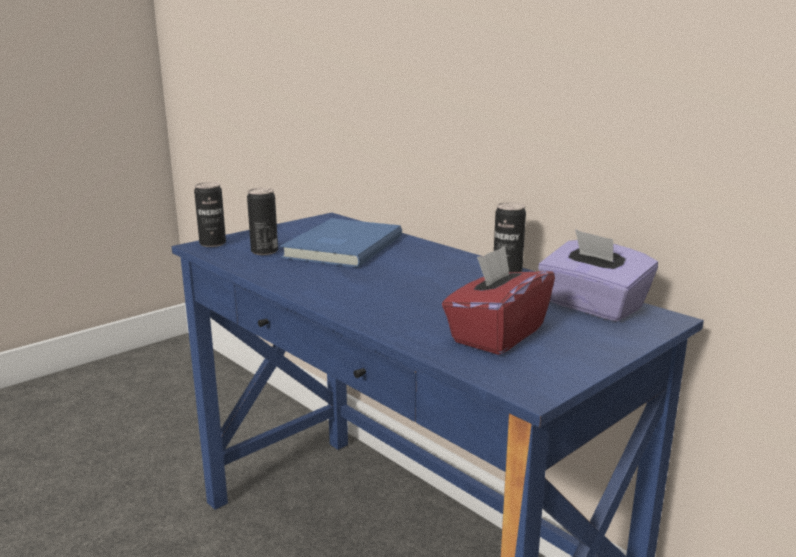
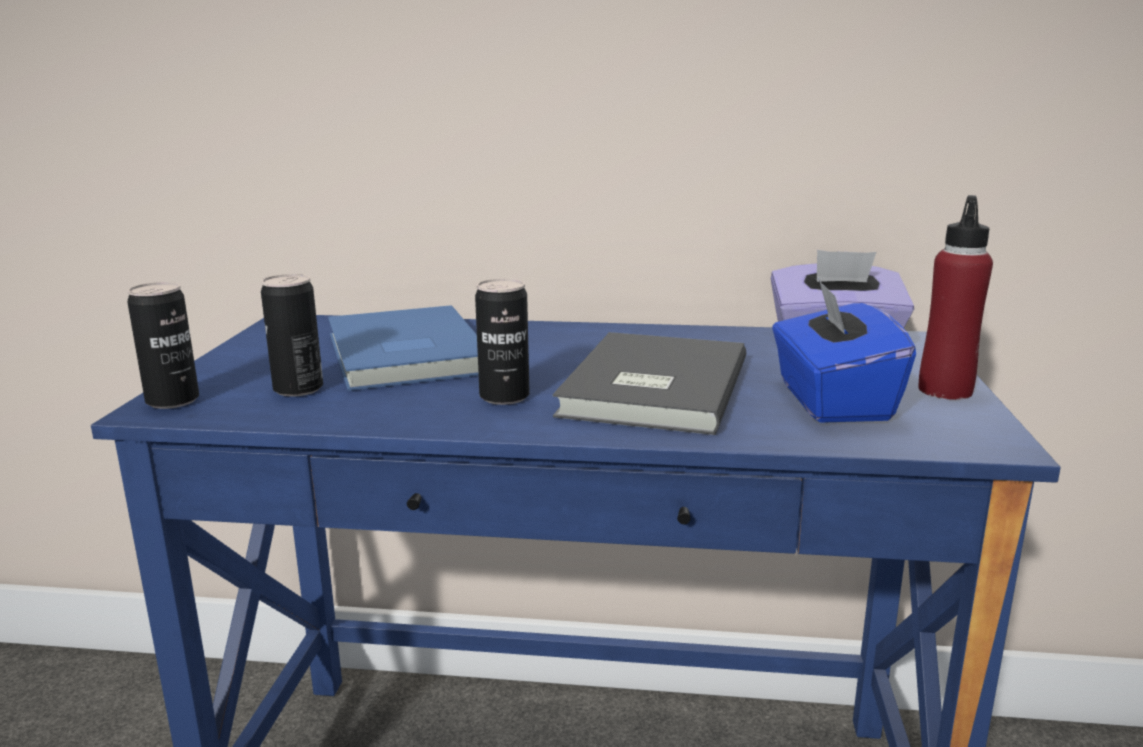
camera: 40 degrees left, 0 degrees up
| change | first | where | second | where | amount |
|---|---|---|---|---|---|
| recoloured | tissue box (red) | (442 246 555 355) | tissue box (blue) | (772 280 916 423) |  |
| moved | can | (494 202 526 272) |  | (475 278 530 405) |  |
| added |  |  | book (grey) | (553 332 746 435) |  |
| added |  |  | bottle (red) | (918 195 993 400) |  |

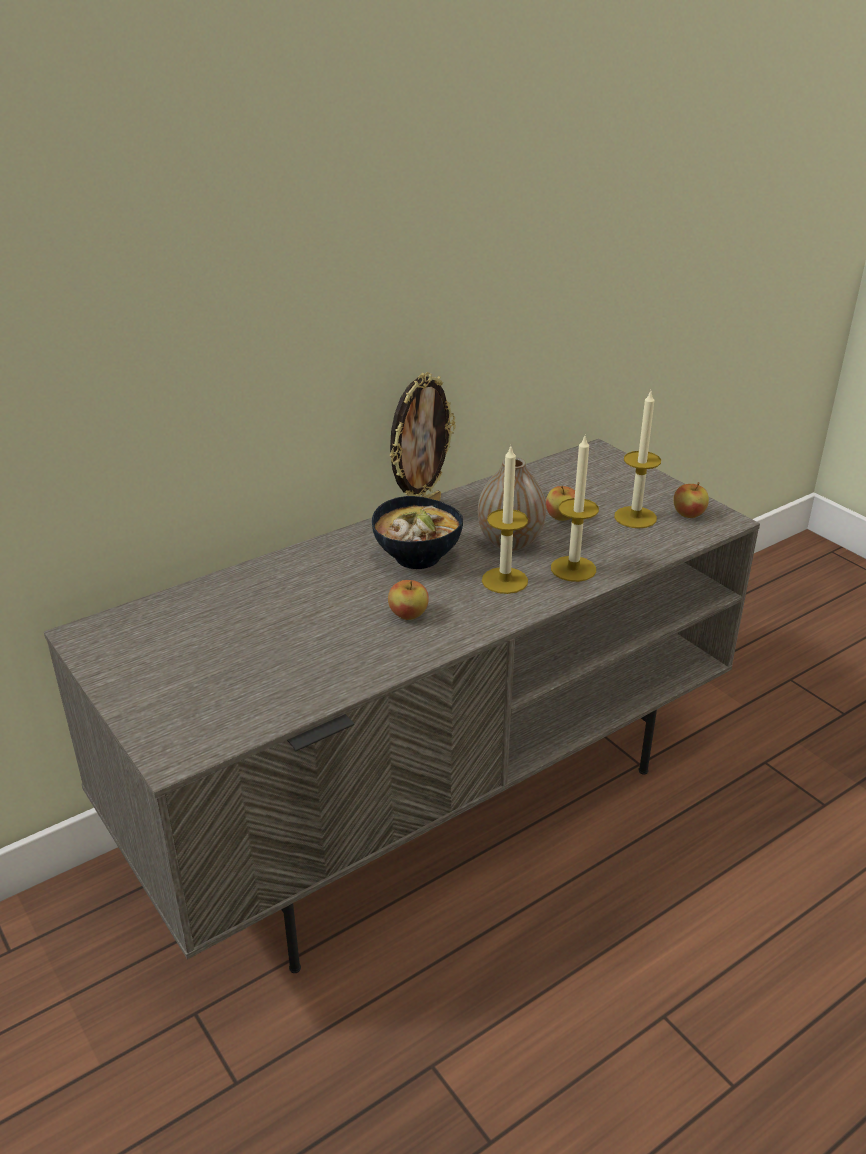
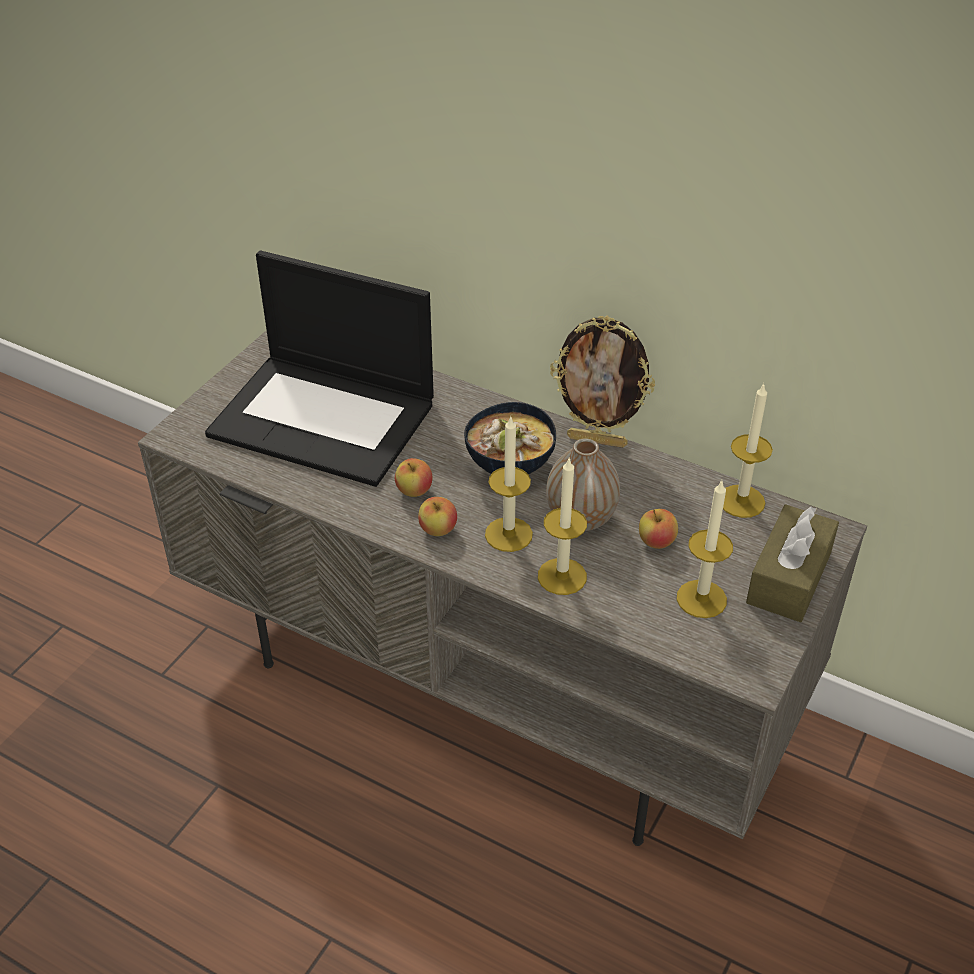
camera: 65 degrees right, 10 degrees up
| change | first | where | second | where | amount |
|---|---|---|---|---|---|
| moved | apple | (674 482 709 518) |  | (418 497 457 536) |  |
| added |  |  | laptop | (205 251 434 487) |  |
| added |  |  | candle | (723 383 773 518) |  |
| added |  |  | tissue box (brown) | (746 504 839 622) |  |

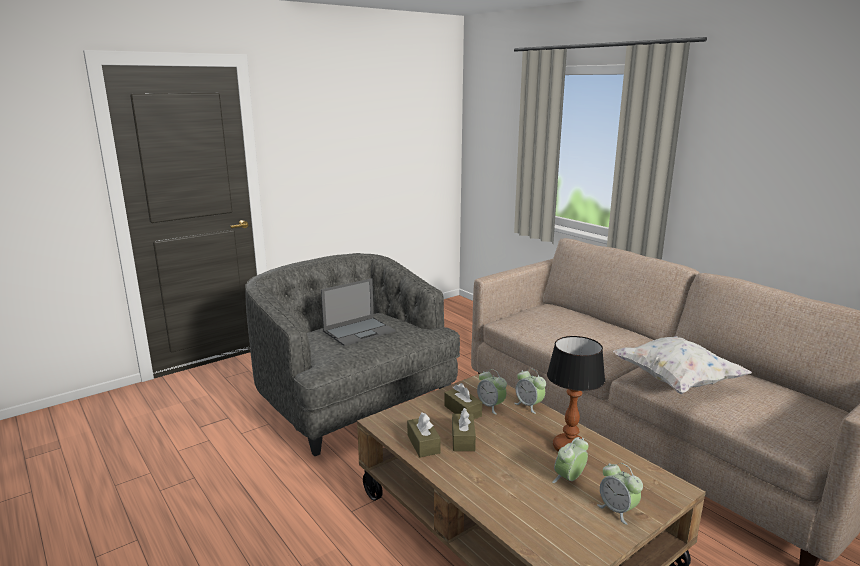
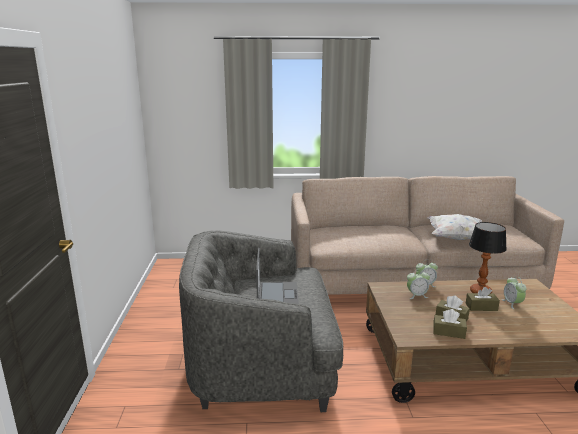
camera: 55 degrees left, 0 degrees up
| change | first | where | second | where | amount |
|---|---|---|---|---|---|
| moved | tissue box (brown) | (444 383 482 419) |  | (466 287 500 311) |  |
| removed | alarm clock | (597 463 643 525) |  |  |  |

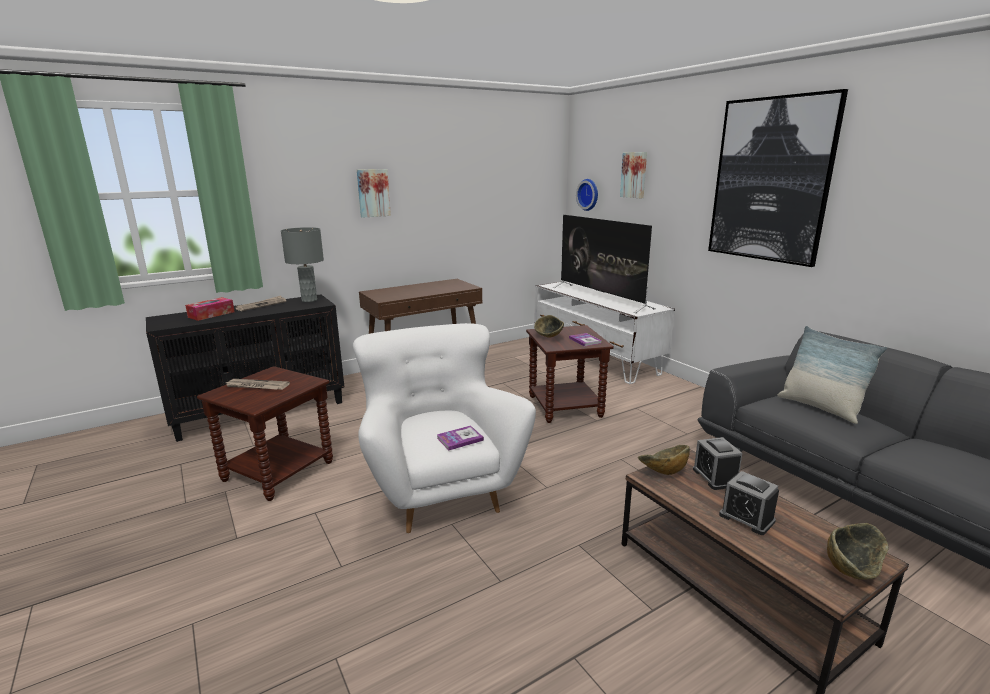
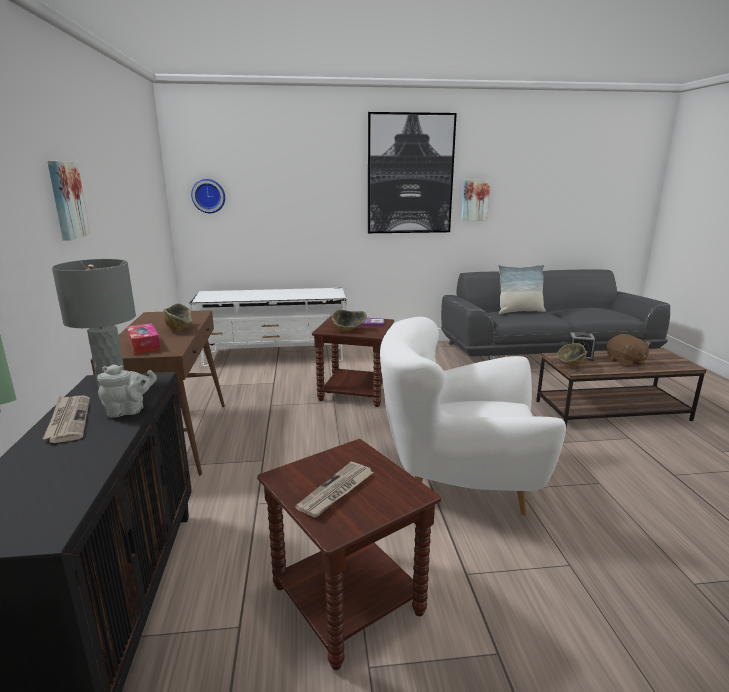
camera: 65 degrees left, 0 degrees up
| change | first | where | second | where | amount |
|---|---|---|---|---|---|
| moved | tissue box | (185 297 235 321) |  | (127 323 161 355) |  |
| removed | book | (437 425 484 450) |  |  |  |
| removed | television | (553 215 655 313) |  |  |  |
| moved | picture | (620 152 647 198) |  | (461 180 490 221) |  |
| replaced | alarm clock | (719 471 779 535) | plush toy (brown) | (607 334 651 367) |  |
| moved | bowl | (827 523 889 580) |  | (163 304 193 331) |  |
| added |  |  | teapot (grey) | (97 365 157 417) |  |

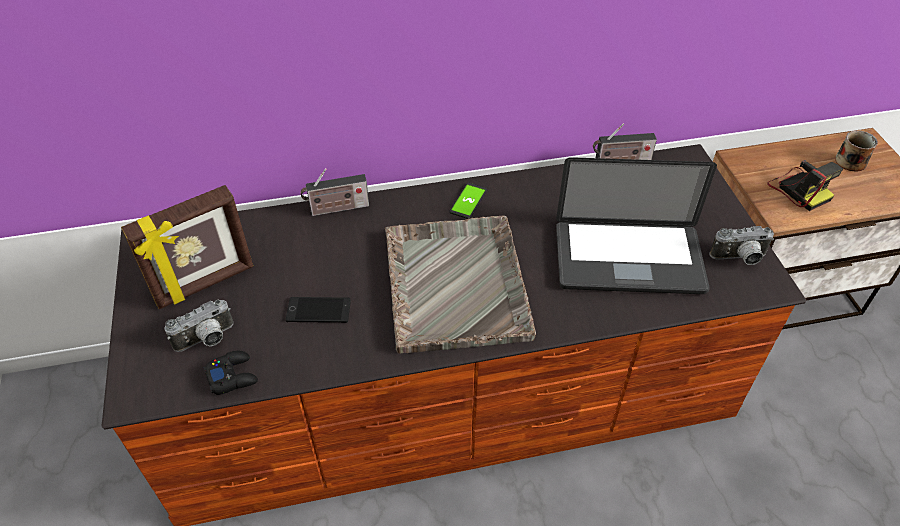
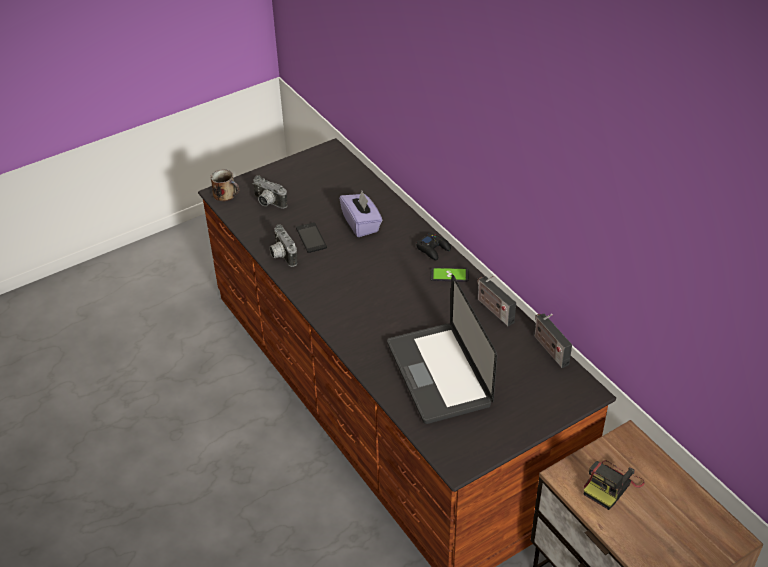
camera: 70 degrees right, 5 degrees down
| change | first | where | second | where | amount |
|---|---|---|---|---|---|
| removed | picture frame | (121 185 253 309) |  |  |  |
| moved | game controller (black) | (204 351 258 395) |  | (416 234 451 260) |  |
| moved | radio | (301 168 369 216) |  | (477 275 516 326) |  |
| removed | tray (grey) | (385 215 536 354) |  |  |  |
| moved | photo camera | (709 226 774 265) |  | (269 224 297 267) |  |
| moved | mug | (835 130 878 172) |  | (210 169 239 201) |  |
| added |  |  | tissue box (purple) | (339 191 382 237) |  |

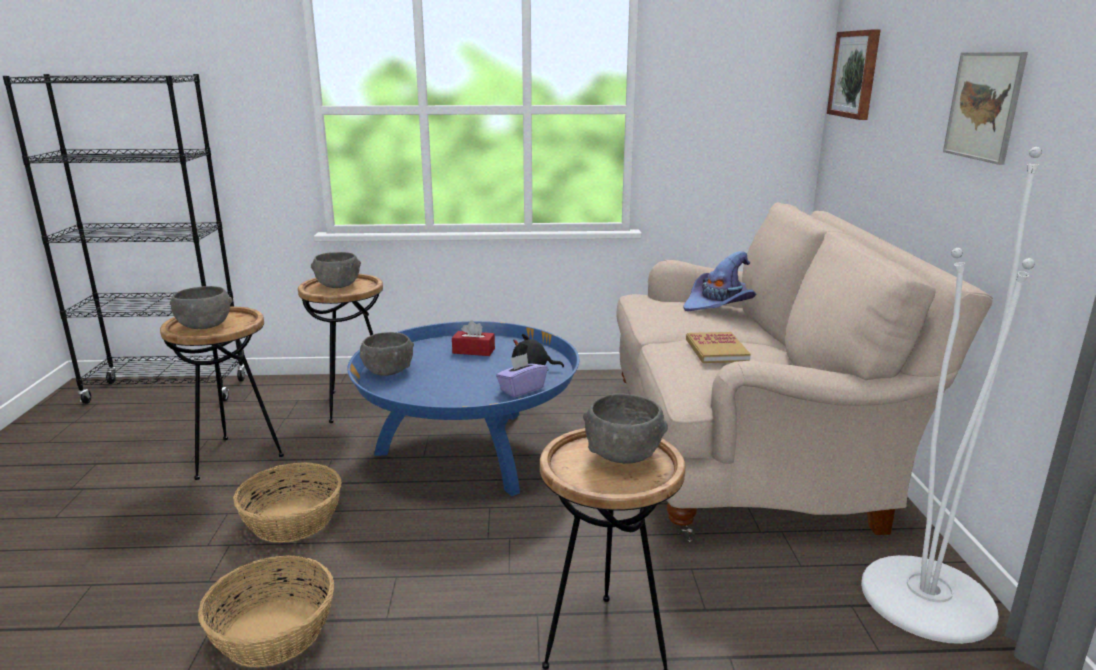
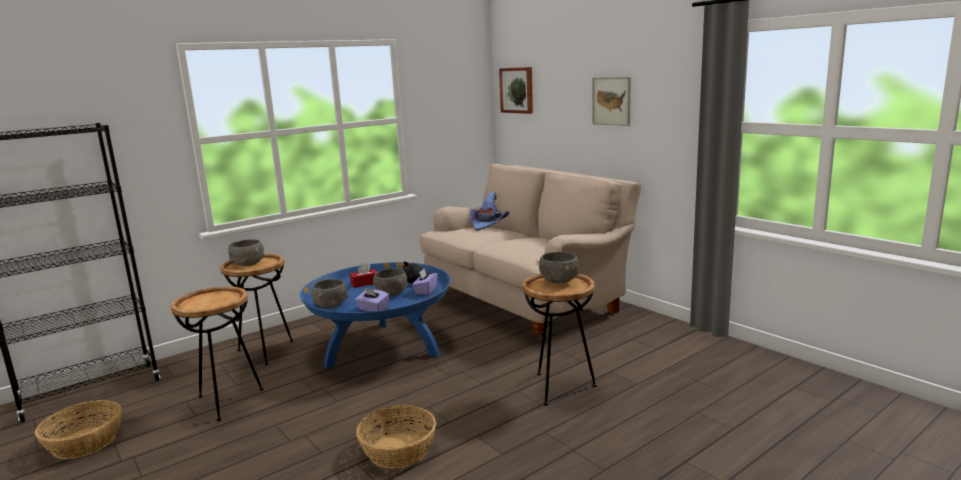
camera: 35 degrees left, 5 degrees down
| change | first | where | second | where | amount |
|---|---|---|---|---|---|
| moved | bowl (grey) | (170 286 232 329) |  | (373 269 408 296) |  |
| moved | basket | (233 462 342 543) |  | (35 400 122 459) |  |
| removed | book | (686 332 751 363) |  |  |  |
| removed | floor lamp (white) | (861 147 1042 644) |  |  |  |
| added |  |  | tissue box (purple) | (355 287 389 312) |  |

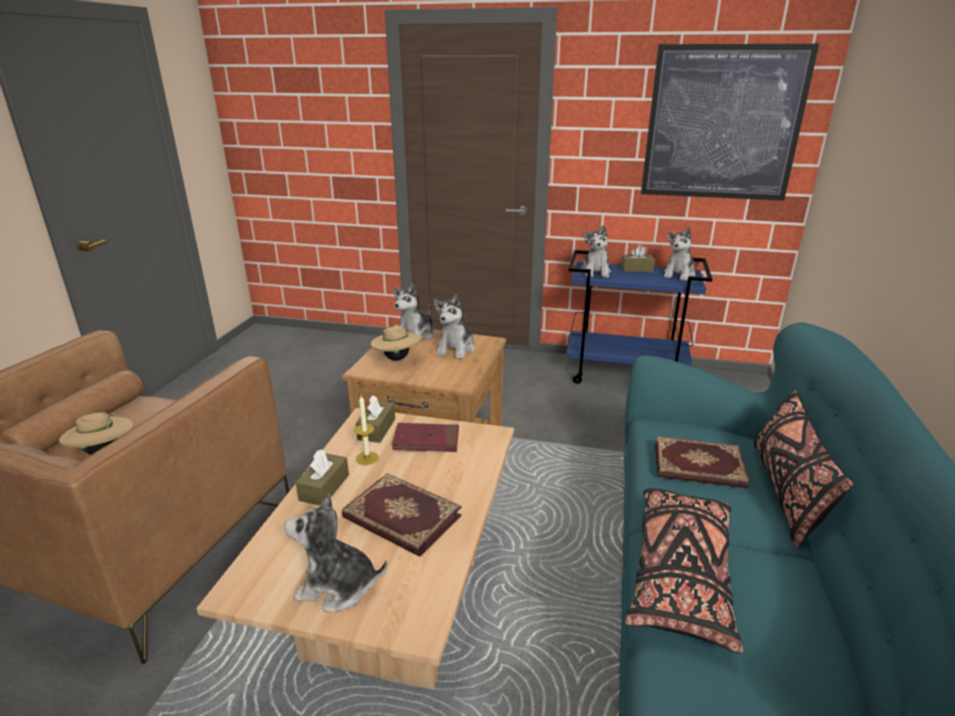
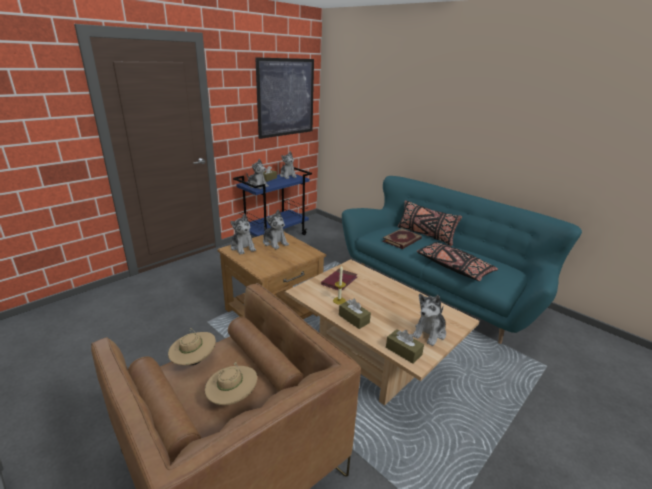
camera: 60 degrees left, 0 degrees up
| change | first | where | second | where | amount |
|---|---|---|---|---|---|
| removed | book | (342 473 462 557) |  |  |  |
| moved | tissue box (brown) | (356 395 395 443) |  | (386 329 424 364) |  |
| moved | hat (beige) | (371 323 422 361) |  | (168 329 216 365) |  |

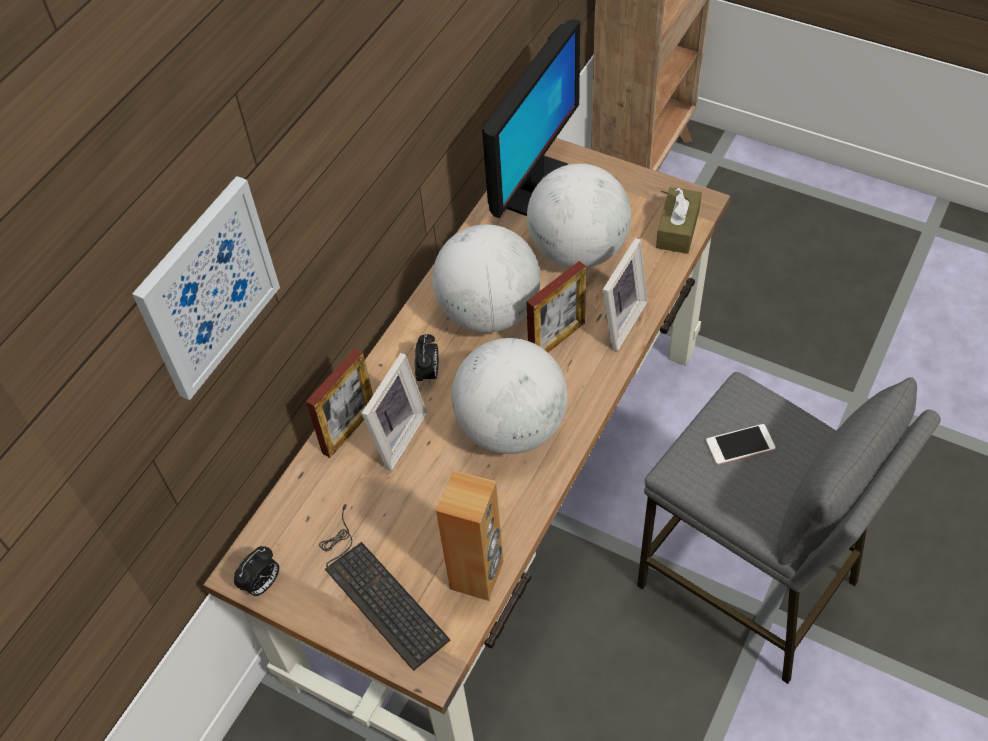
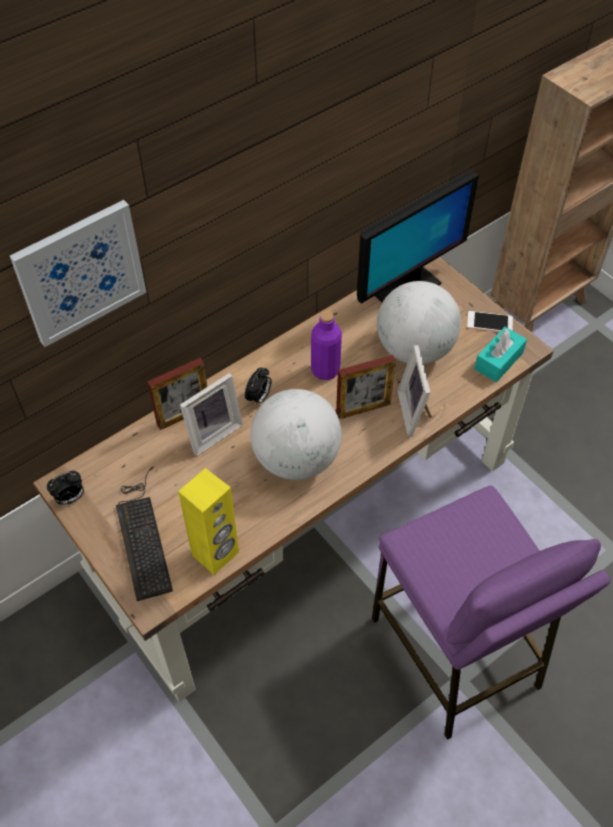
camera: 20 degrees right, 0 degrees up
| change | first | where | second | where | amount |
|---|---|---|---|---|---|
| replaced | globe | (432 224 540 333) | bottle (purple) | (311 311 342 380) |  |
| recoloured | speaker (brown) | (436 471 504 601) | speaker (yellow) | (178 468 239 575) |  |
| turned | picture frame | (603 238 648 352) |  | (397 345 432 437) | 120 degrees clockwise |
| recoloured | stool (grey) | (637 372 941 684) | stool (purple) | (372 485 610 740) |  |
| recoloured | tissue box (brown) | (656 187 702 254) | tissue box (turquoise) | (474 327 527 382) |  |
| moved | phone | (706 424 776 465) |  | (467 311 513 332) |  |

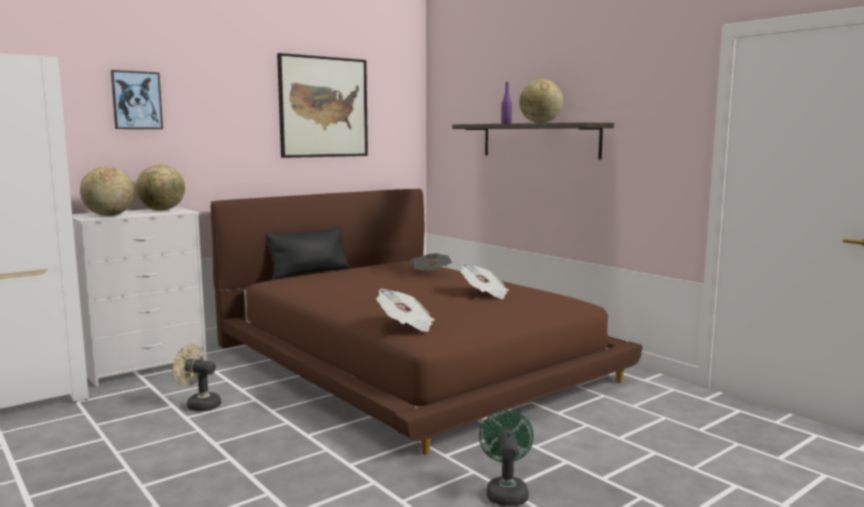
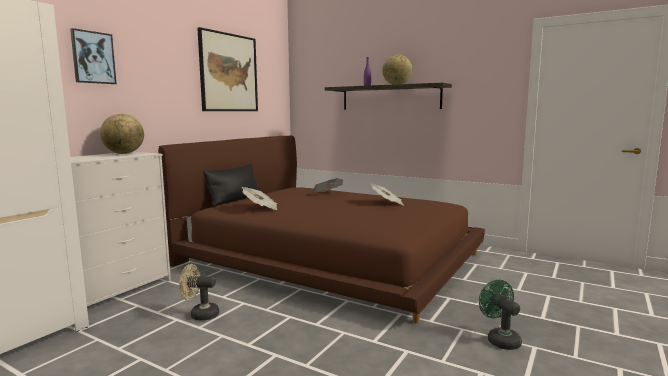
camera: 20 degrees left, 0 degrees up
| change | first | where | second | where | amount |
|---|---|---|---|---|---|
| removed | globe | (80 167 134 216) |  |  |  |
| moved | newspaper | (376 289 435 332) |  | (242 187 277 210) |  |

